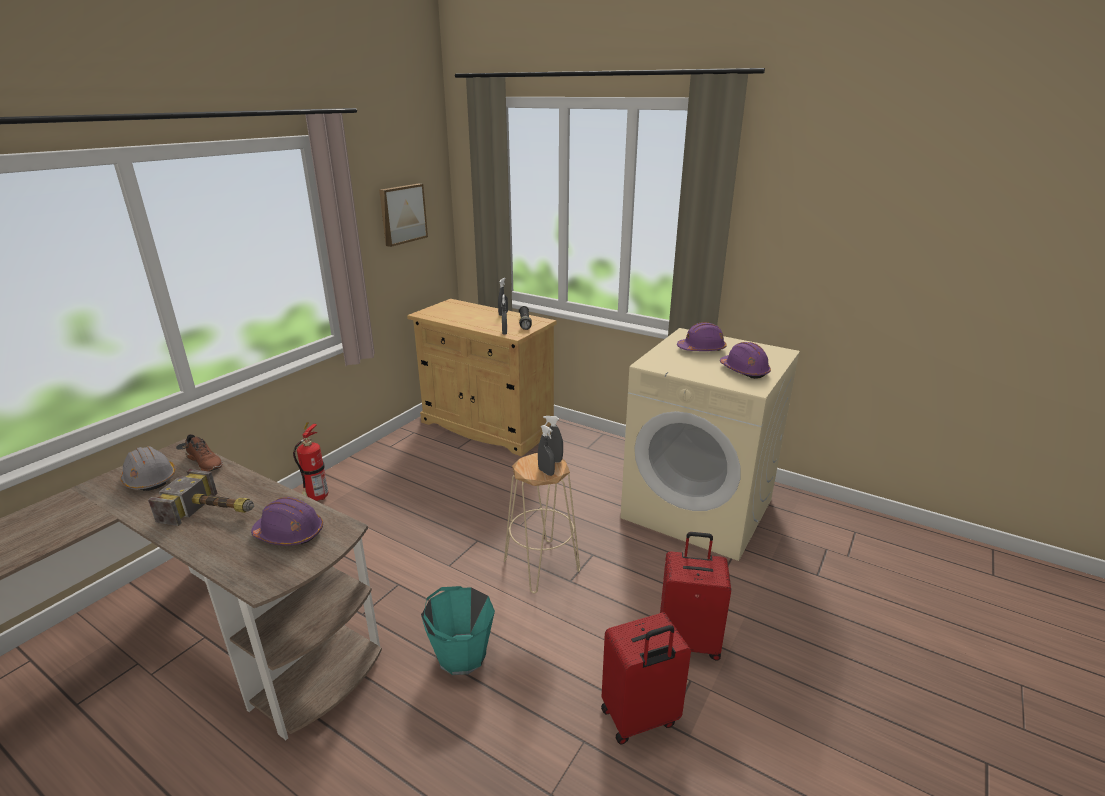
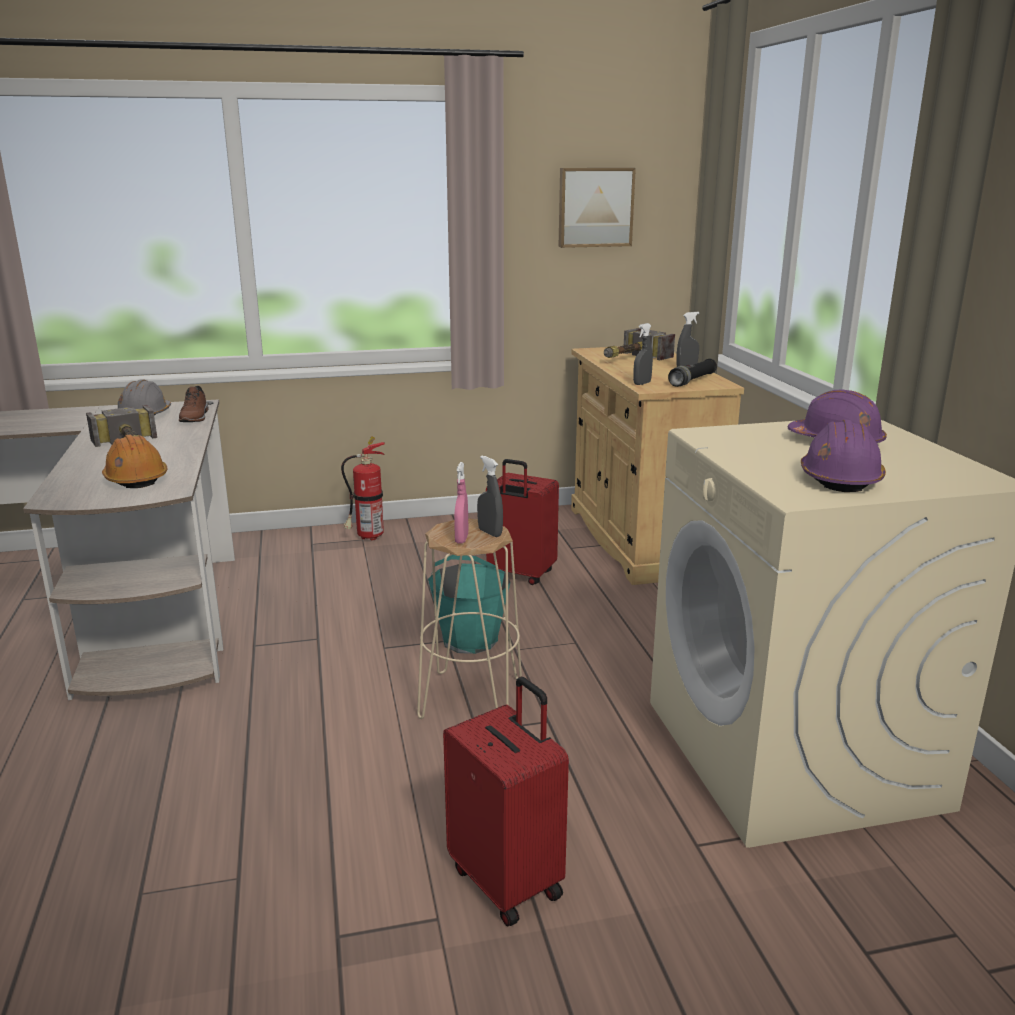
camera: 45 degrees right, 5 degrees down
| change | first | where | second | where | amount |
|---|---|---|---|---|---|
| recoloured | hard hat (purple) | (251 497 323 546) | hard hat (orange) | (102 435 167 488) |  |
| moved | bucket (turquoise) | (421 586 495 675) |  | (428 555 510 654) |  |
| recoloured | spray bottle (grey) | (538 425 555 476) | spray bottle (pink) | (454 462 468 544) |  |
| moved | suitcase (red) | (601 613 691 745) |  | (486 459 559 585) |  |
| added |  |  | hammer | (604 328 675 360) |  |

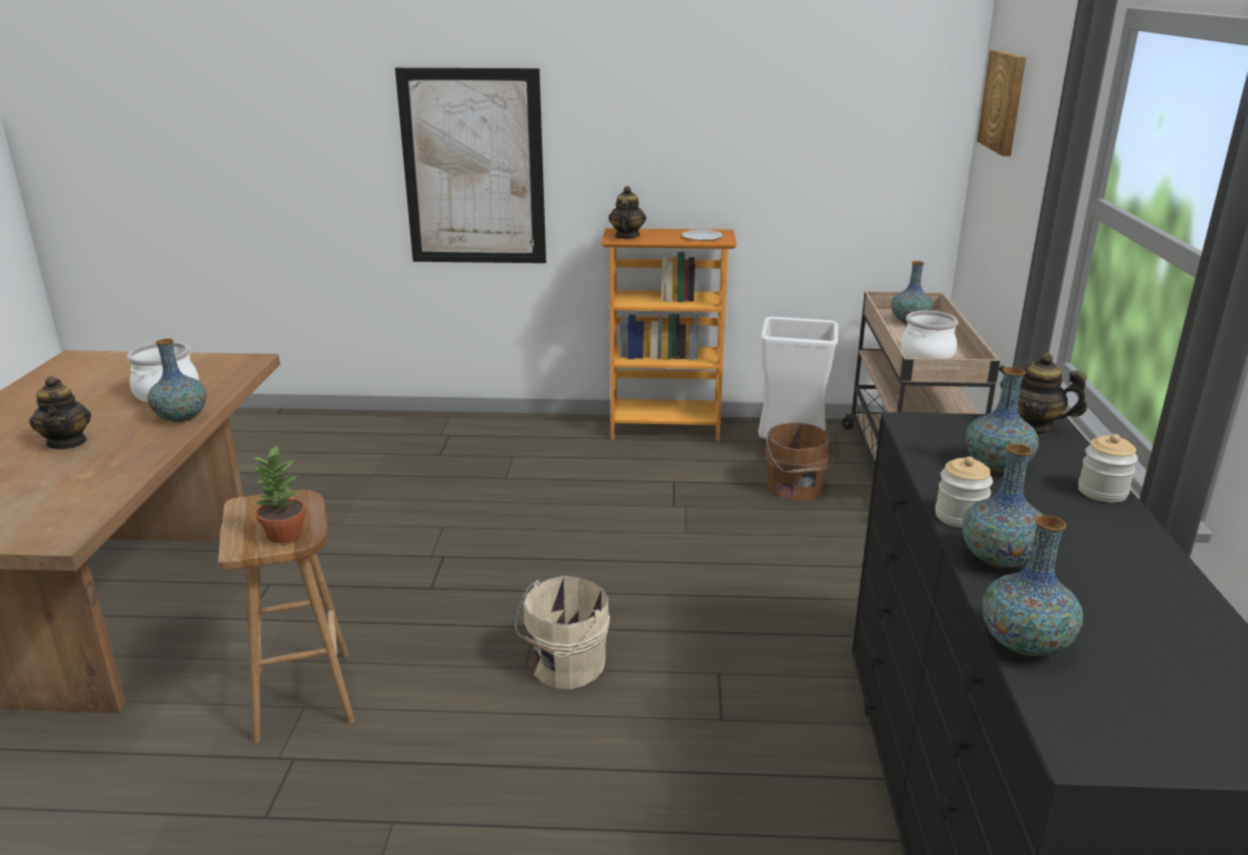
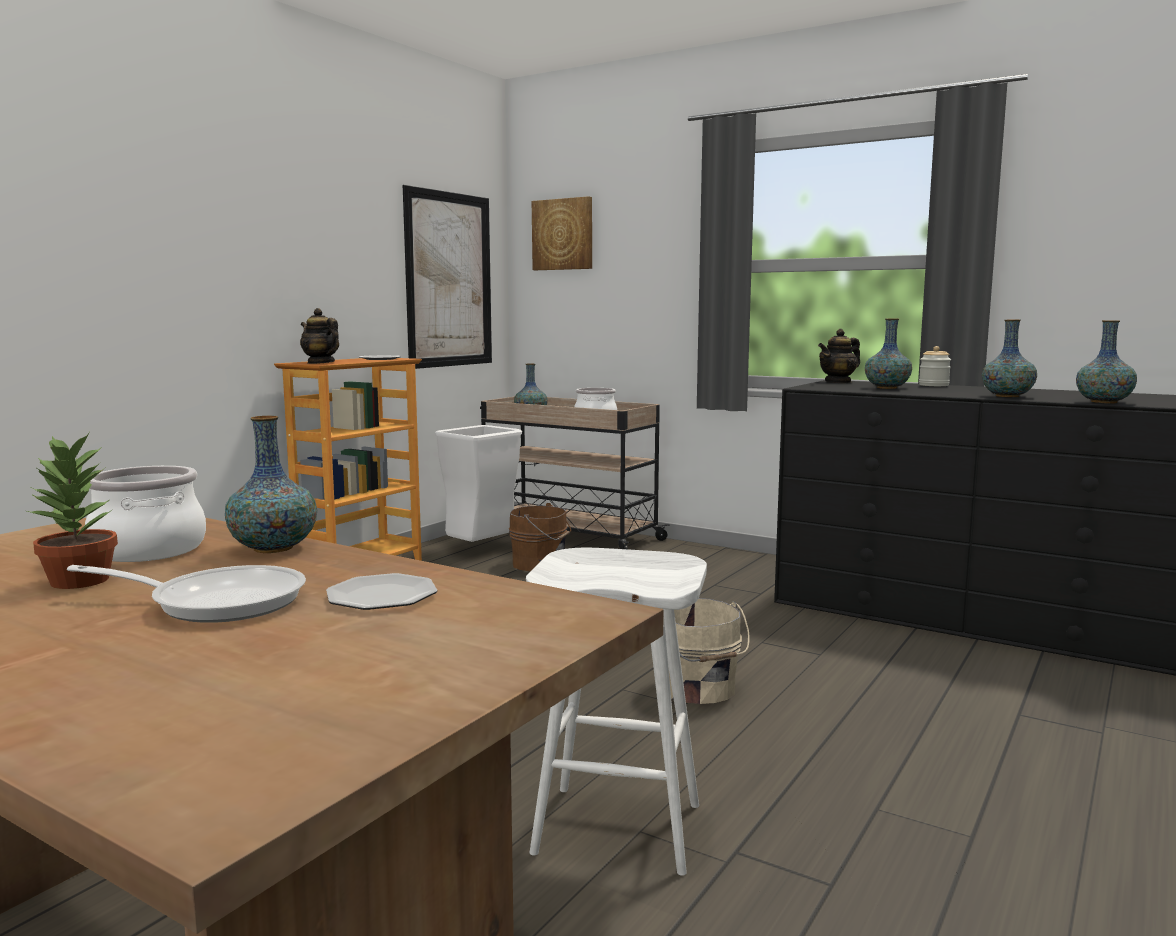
camera: 60 degrees left, 15 degrees down
| change | first | where | second | where | amount |
|---|---|---|---|---|---|
| replaced | teapot | (29 376 91 449) | frying pan | (67 565 306 623) |  |
| recoloured | stool (brown) | (217 489 355 743) | stool (white) | (526 548 707 876) |  |
| moved | potted plant | (253 444 306 543) |  | (27 432 118 589) |  |
| moved | picture | (395 68 546 263) |  | (403 185 492 369) |  |
| removed | jar | (935 456 993 528) |  |  |  |
| added |  |  | plate | (326 573 437 610) |  |

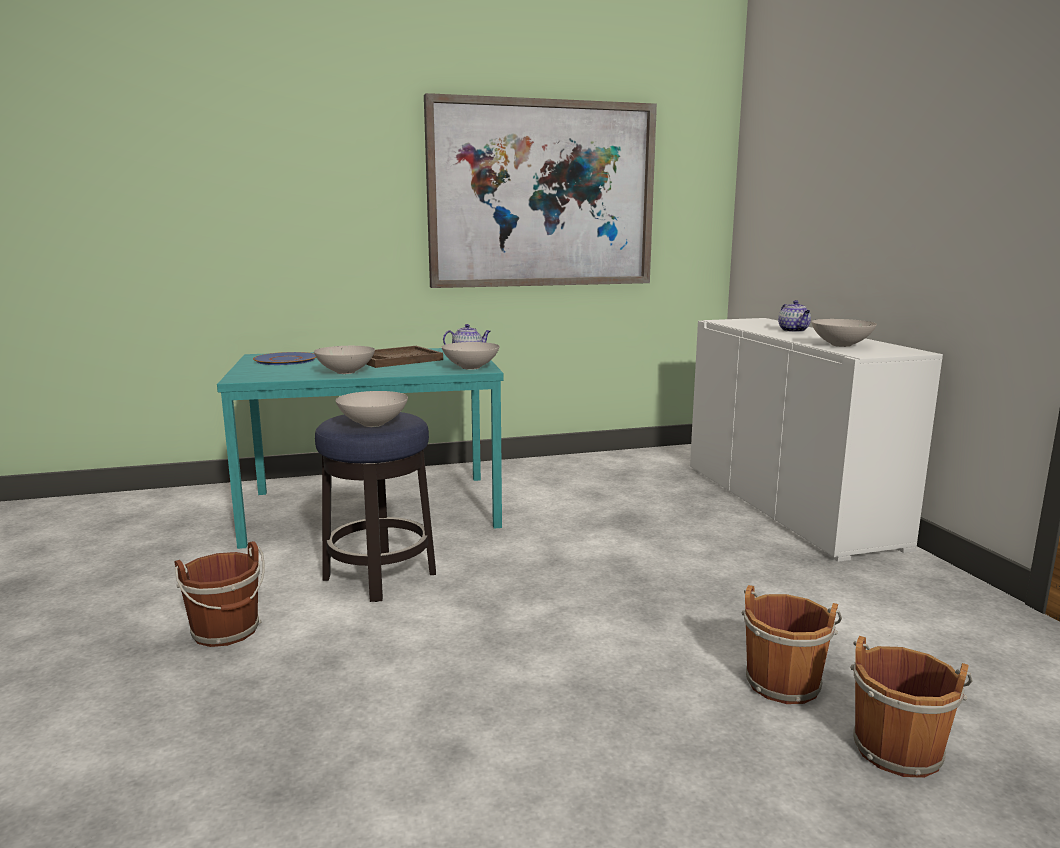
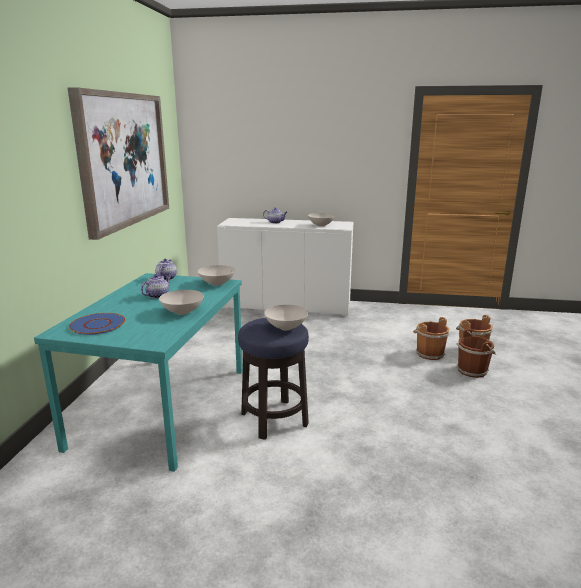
camera: 65 degrees left, 5 degrees up
| change | first | where | second | where | amount |
|---|---|---|---|---|---|
| moved | bucket (brown) | (175 541 265 647) |  | (456 329 496 378) |  |
| replaced | tray (brown) | (366 346 443 368) | teapot | (141 274 171 298) |  |

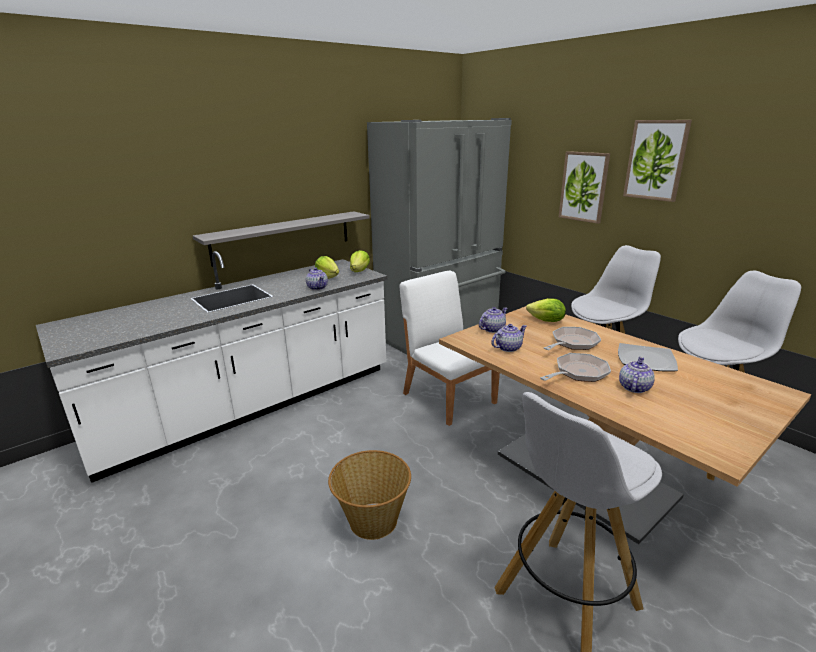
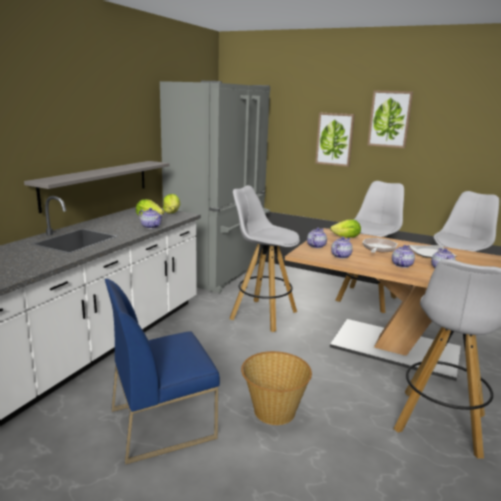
camera: 25 degrees left, 5 degrees down
| change | first | where | second | where | amount |
|---|---|---|---|---|---|
| replaced | chair (white) | (400 270 500 426) | stool (white) | (230 185 300 332) |  |
| replaced | frying pan | (540 353 611 382) | teapot | (392 245 415 268) |  |
| added |  |  | chair (blue) | (105 279 220 465) |  |

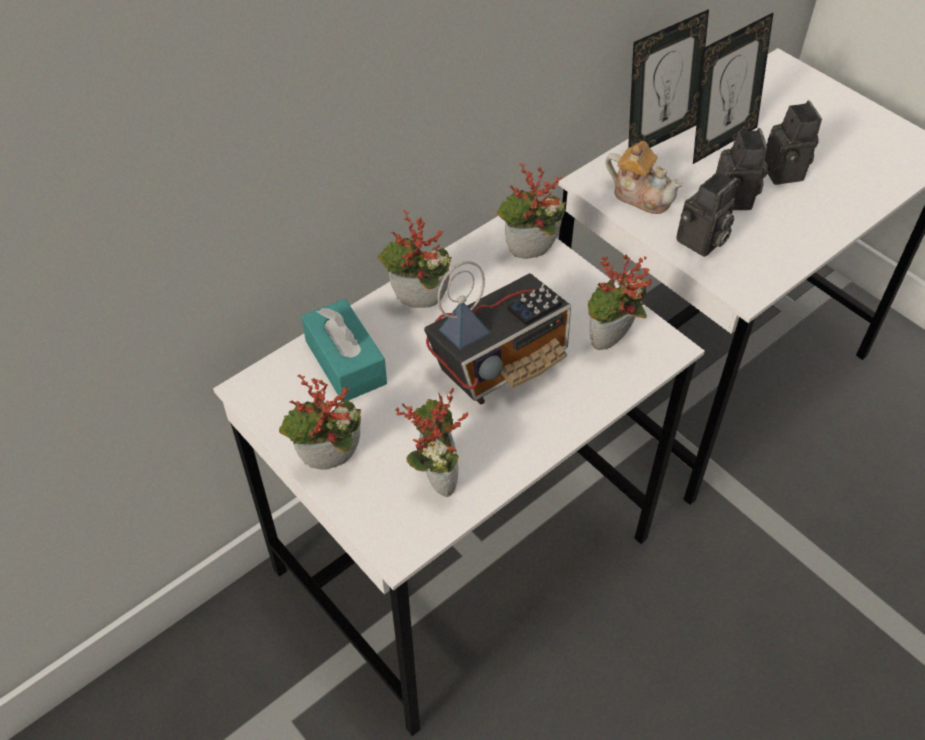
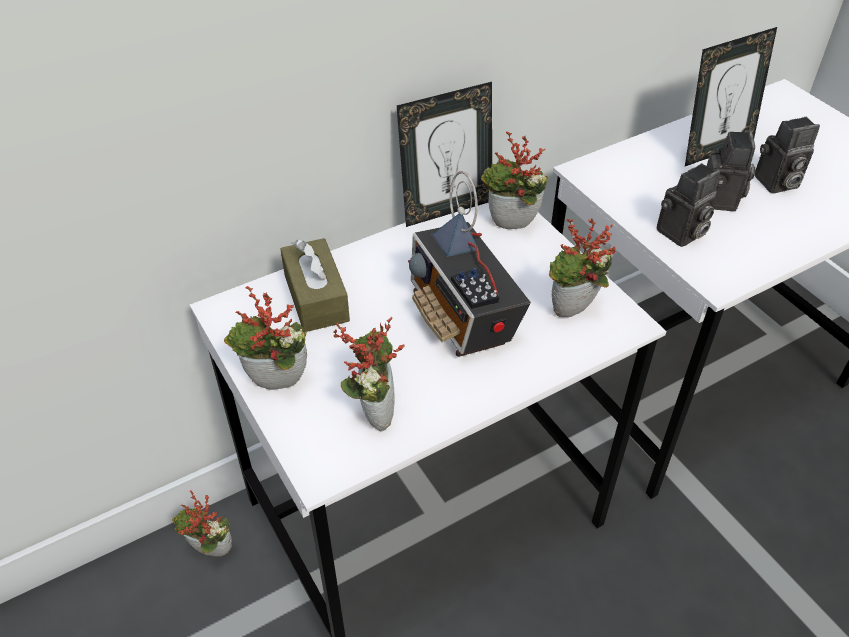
camera: 10 degrees right, 5 degrees down
| change | first | where | second | where | amount |
|---|---|---|---|---|---|
| recoloured | tissue box (turquoise) | (301 299 387 403) | tissue box (brown) | (280 238 350 332) |  |
| moved | potted plant | (378 210 452 308) |  | (172 491 232 557) |  |
| turned | radio | (424 261 571 405) |  | (408 171 531 357) | 90 degrees clockwise |
| removed | teapot | (606 141 683 214) |  |  |  |
| moved | picture frame | (628 9 709 148) |  | (397 82 492 227) |  |
| turned | photo camera | (765 100 822 185) |  | (755 117 820 193) | 75 degrees clockwise |

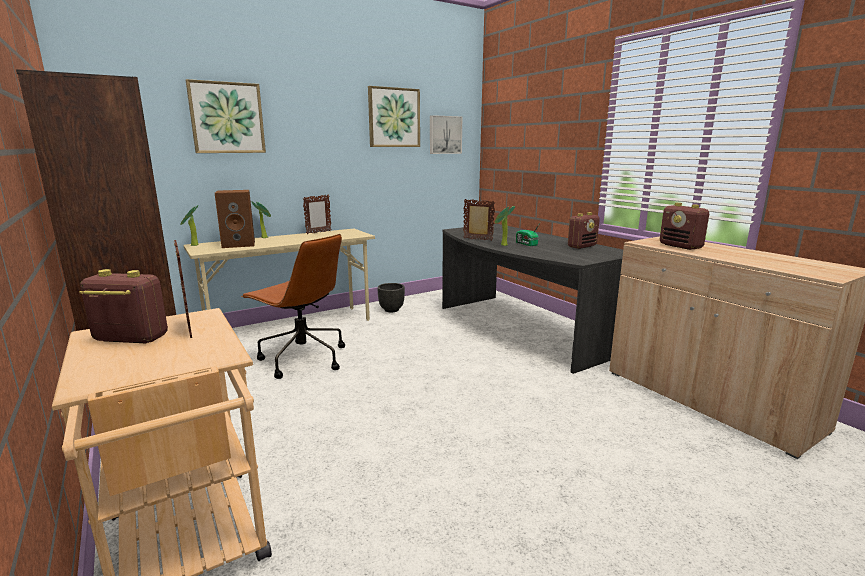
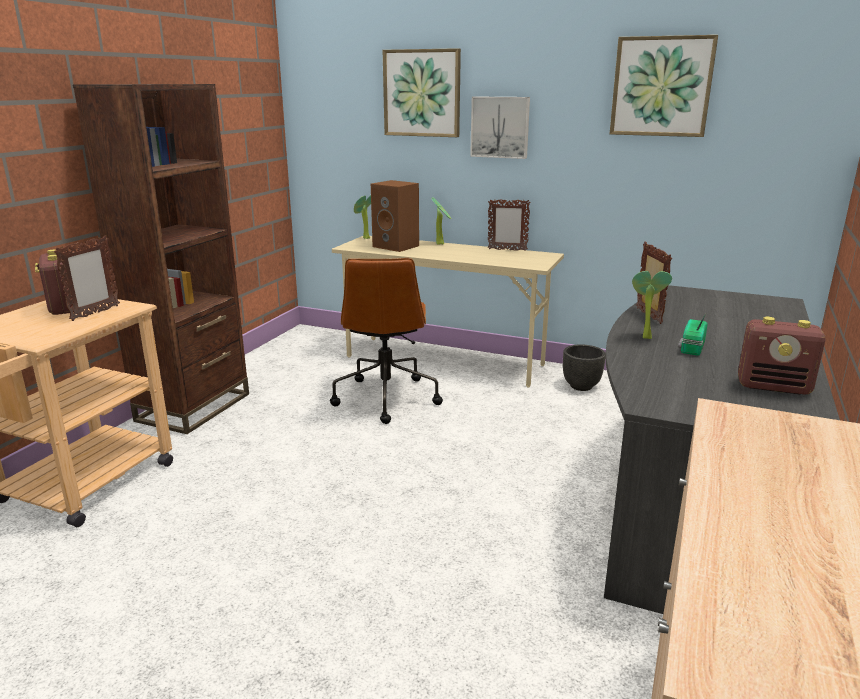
camera: 55 degrees right, 5 degrees up
| change | first | where | second | where | amount |
|---|---|---|---|---|---|
| moved | picture | (430 115 462 154) |  | (470 96 530 159) |  |
| removed | radio | (660 203 709 250) |  |  |  |

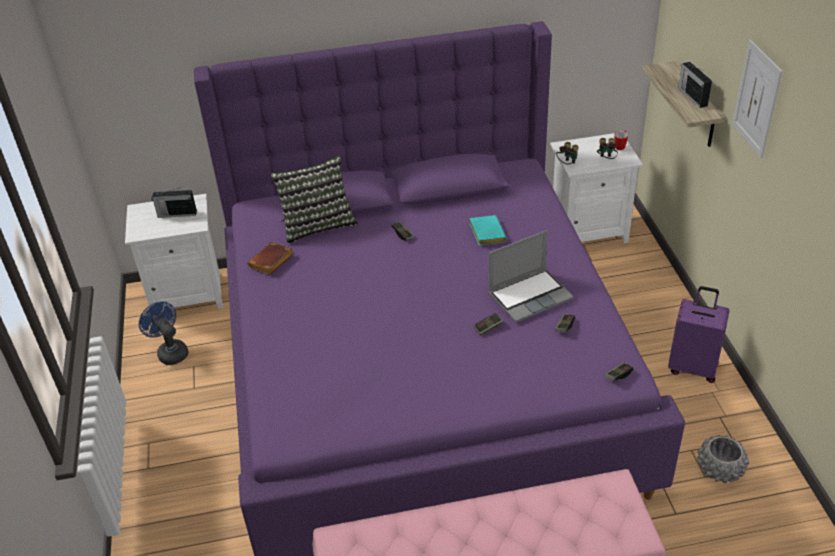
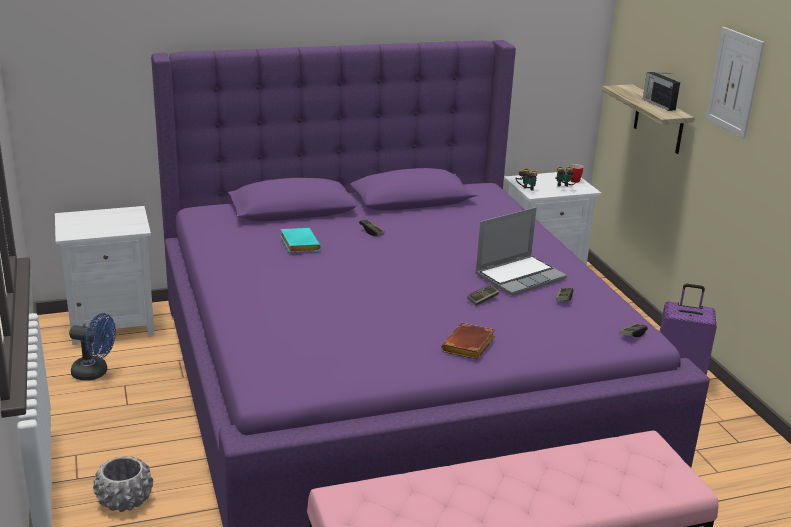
camera: 10 degrees left, 15 degrees down
| change | first | where | second | where | amount |
|---|---|---|---|---|---|
| turned | fan (blue) | (139 302 188 365) |  | (69 313 116 381) | 150 degrees clockwise |
| removed | radio | (151 187 197 218) |  |  |  |
| moved | book (brown) | (247 242 294 275) |  | (441 323 495 359) |  |
| removed | pillow | (271 155 358 244) |  |  |  |
| moved | book (turquoise) | (469 215 507 245) |  | (280 228 321 253) |  |
| moved | planter (grey) | (697 435 749 483) |  | (93 456 153 512) |  |

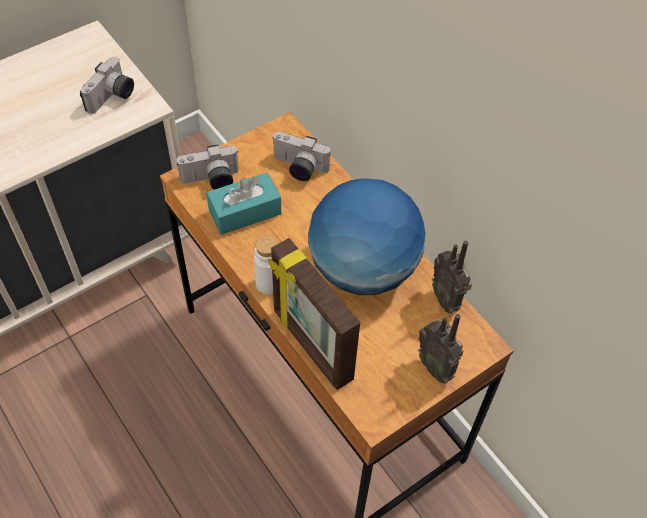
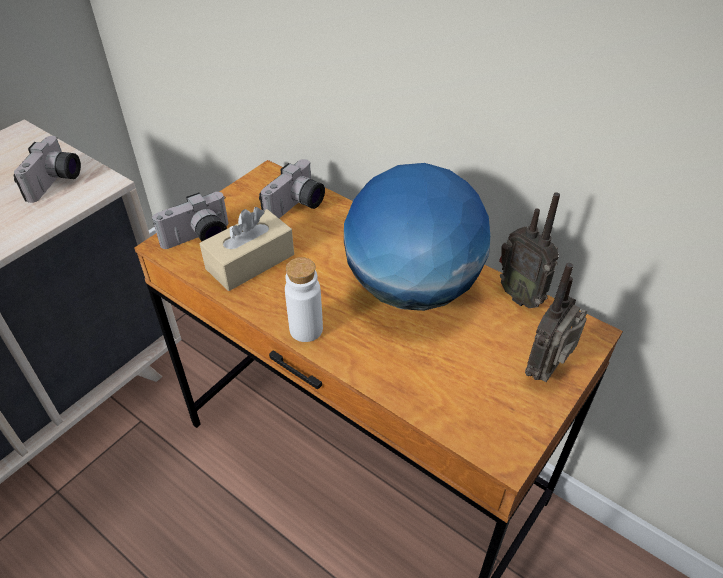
camera: 15 degrees left, 10 degrees down
| change | first | where | second | where | amount |
|---|---|---|---|---|---|
| recoloured | tissue box (turquoise) | (206 172 281 235) | tissue box (beige) | (200 207 294 291) |  |
| removed | picture frame | (268 238 360 390) |  |  |  |
| turned | photo camera | (272 132 331 181) |  | (259 159 325 219) | 60 degrees counterclockwise |
| turned | radio | (418 314 463 384) |  | (525 263 588 382) | 90 degrees clockwise |

